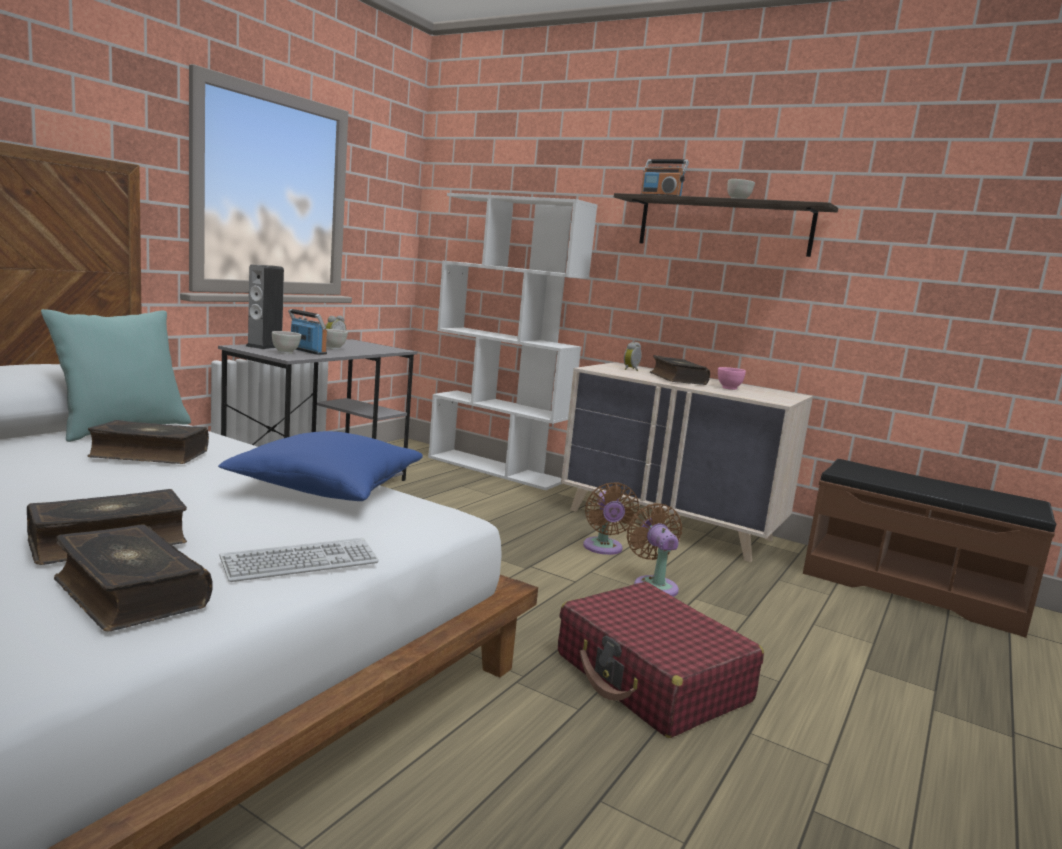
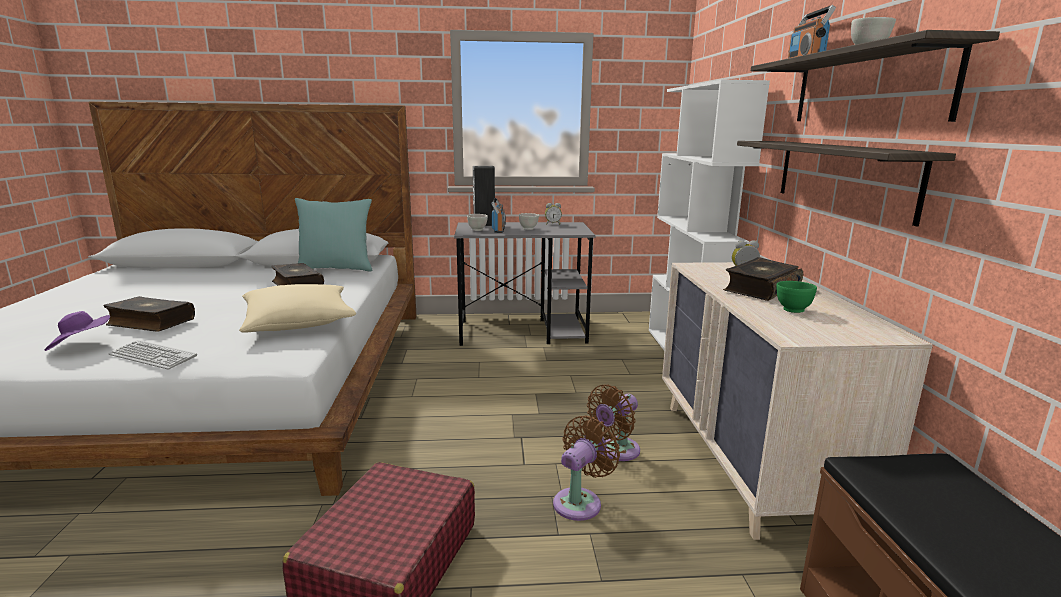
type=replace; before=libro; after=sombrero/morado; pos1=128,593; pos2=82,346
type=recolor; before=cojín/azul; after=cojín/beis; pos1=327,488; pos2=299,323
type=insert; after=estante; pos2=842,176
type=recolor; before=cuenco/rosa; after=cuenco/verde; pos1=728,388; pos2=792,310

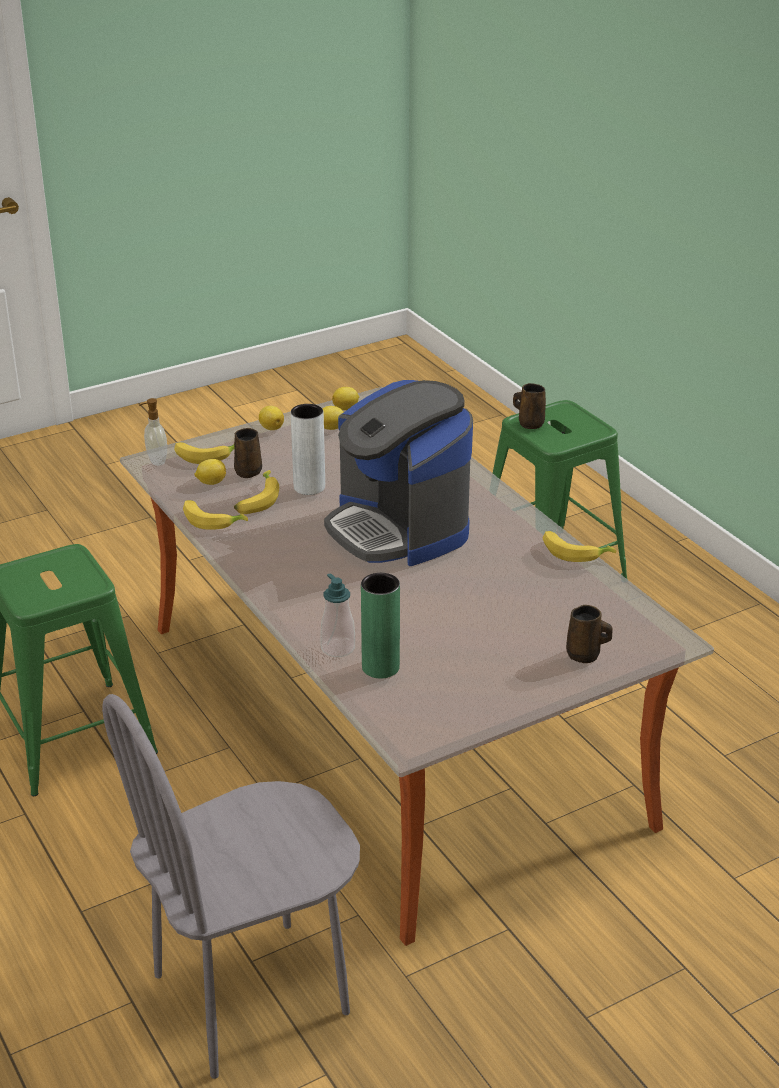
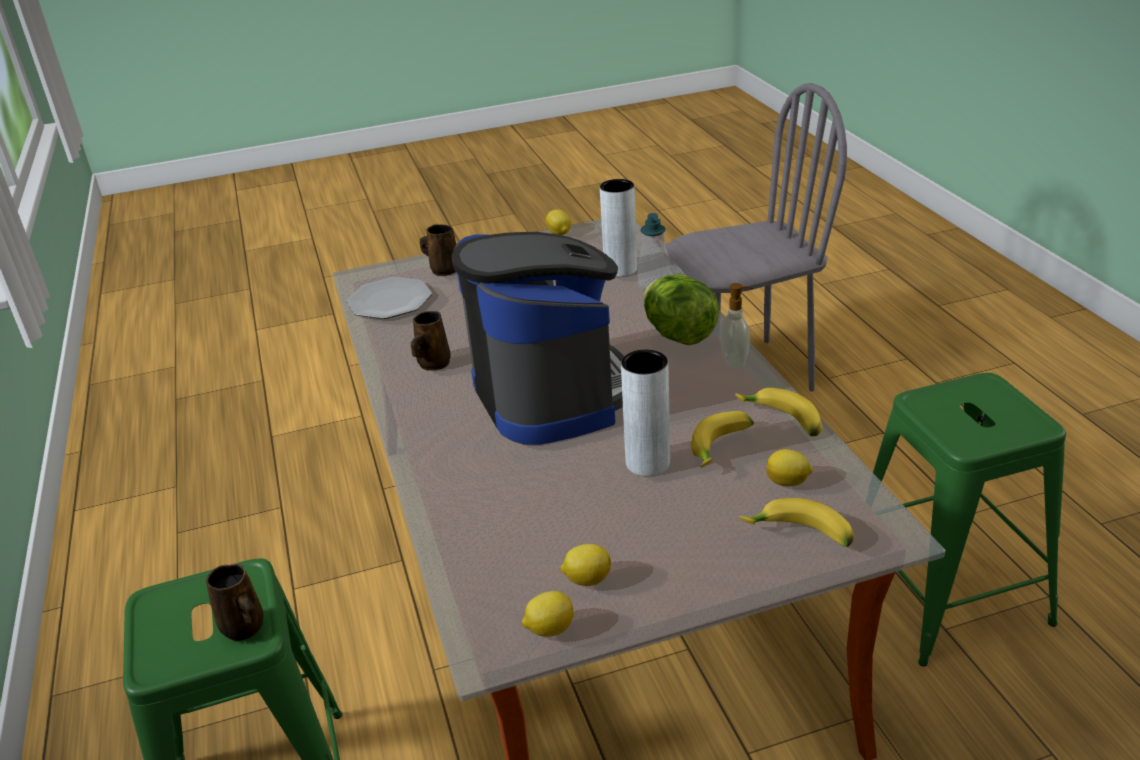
type=insert; after=plato; pos2=389,301
type=move; before=taza grande/marrón; pos1=249,471; pos2=433,364
type=move; before=limón; pos1=271,428; pos2=559,234
type=recolor; before=florero/verde; after=florero/gris; pos1=380,667; pos2=620,269
type=insert; after=lechuga; pos2=679,335
type=move; before=dispensador de jabón; pos1=156,460; pos2=735,361
type=delete; before=plátano; pos1=575,552

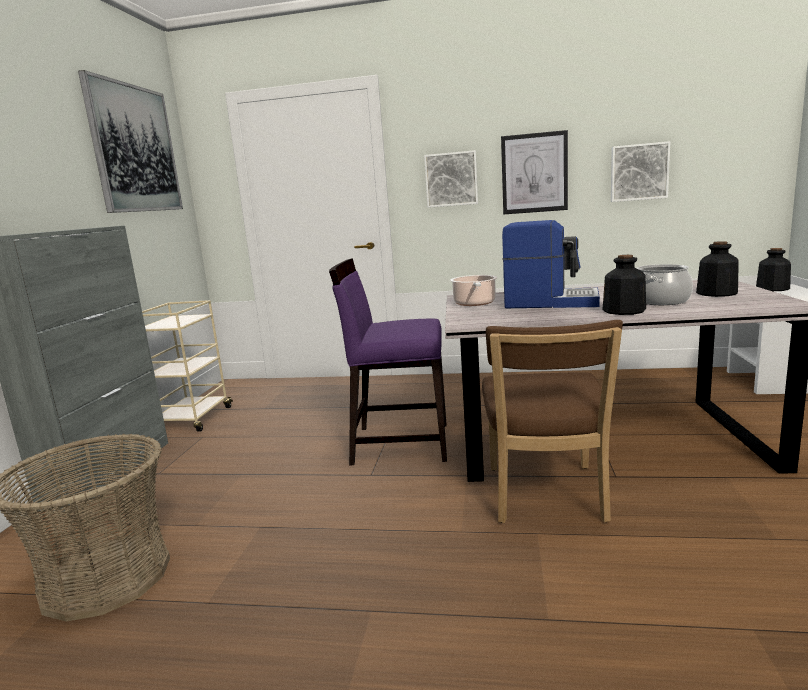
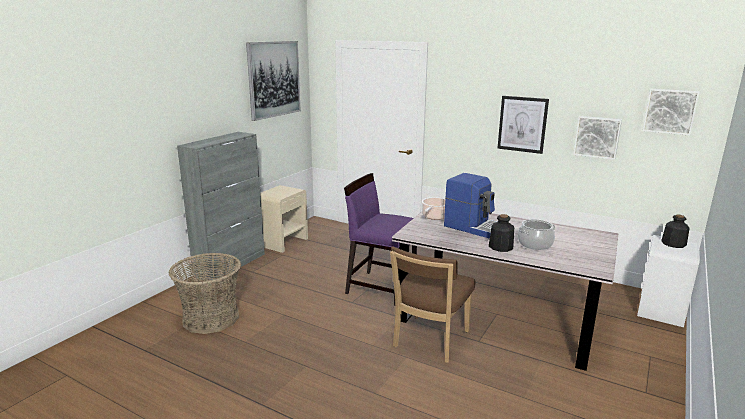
type=replace; before=carrito/beis; after=mesita de noche/beis; pos1=193,420; pos2=283,242
type=move; before=cuadro; pos1=451,179; pos2=670,111
type=delete; before=botella; pos1=716,293

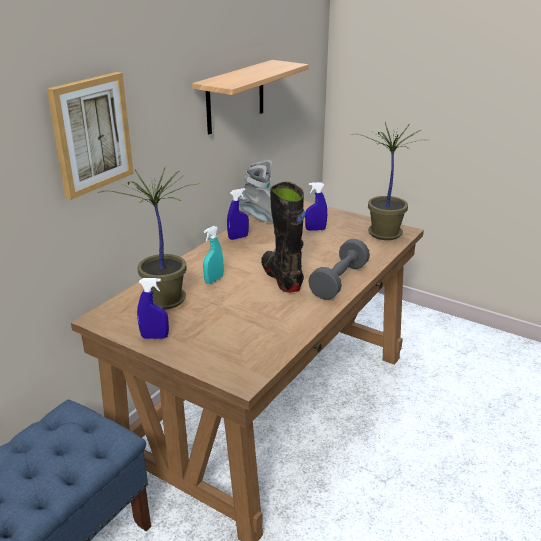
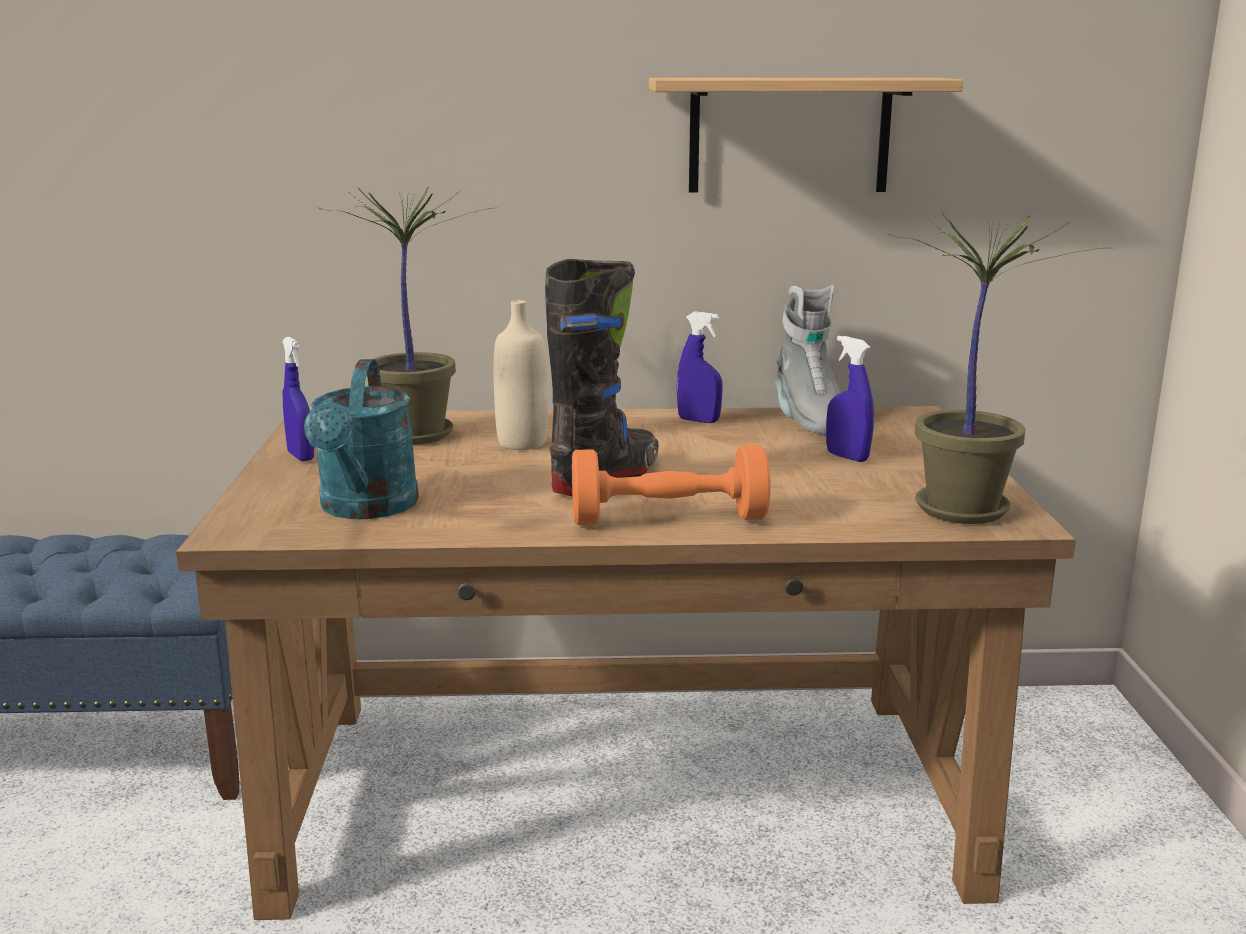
type=insert; after=regadera/turquesa; pos2=366,509
type=replace; before=pulverizador/turquesa; after=botella/beis; pos1=214,280; pos2=522,443
type=recolor; before=mancuerna/gris; after=mancuerna/naranja; pos1=339,281; pos2=668,519
type=delete; before=cuadro; pos1=91,134

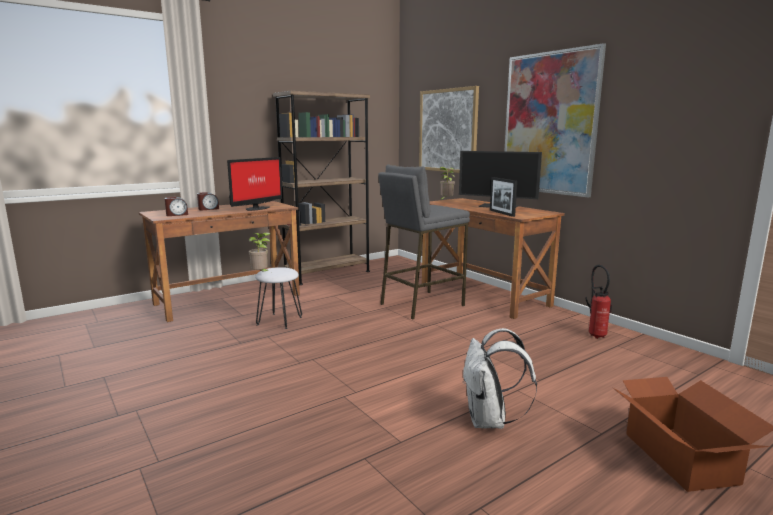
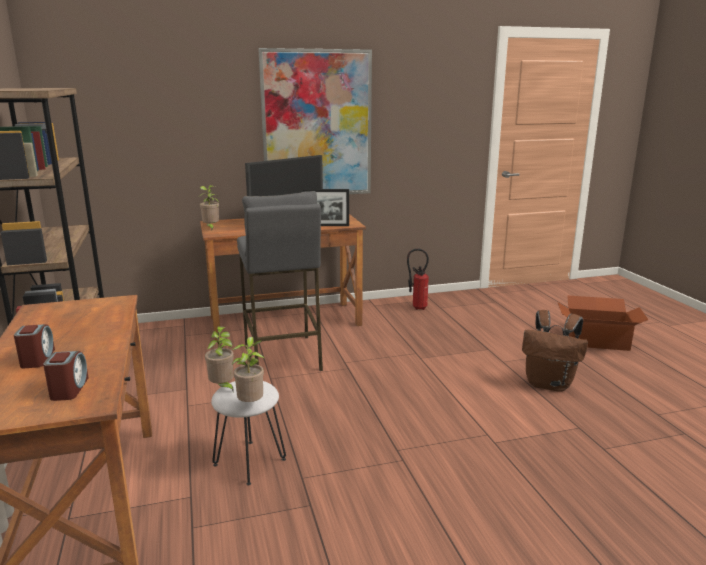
type=insert; after=planta en maceta; pos2=222,387
type=recolor; before=mochila/blanco; after=mochila/marrón; pos1=489,421; pos2=549,384
type=delete; before=monitor; pos1=256,208
type=delete; before=cuadro; pos1=448,131

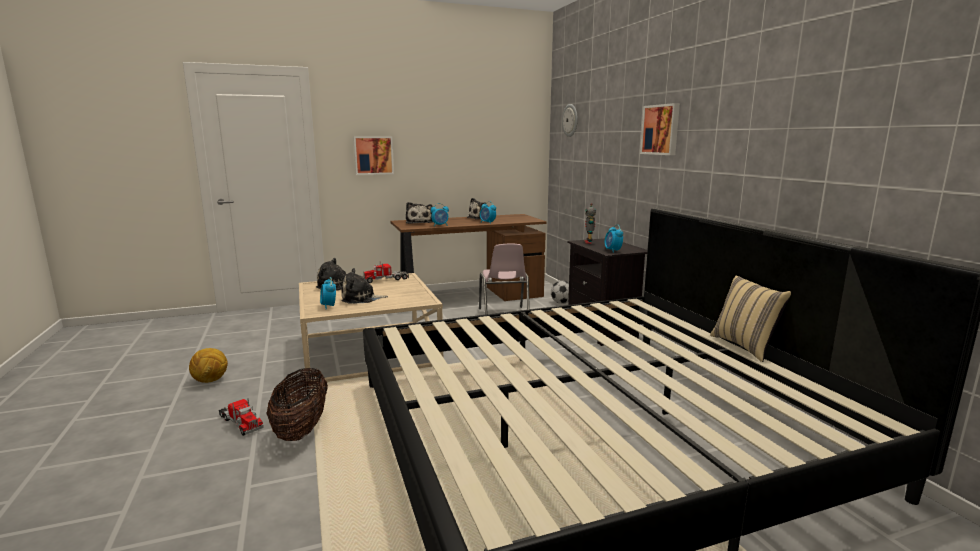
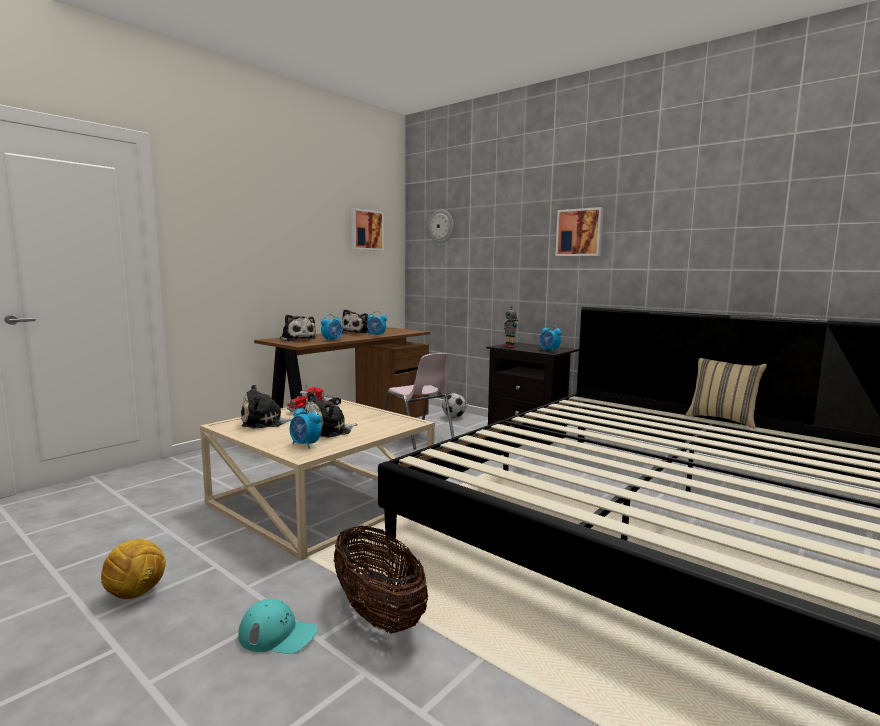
type=replace; before=camión de juguete; after=gorra/turquesa; pos1=240,422; pos2=278,634
type=move; before=cuadro; pos1=373,155; pos2=366,230

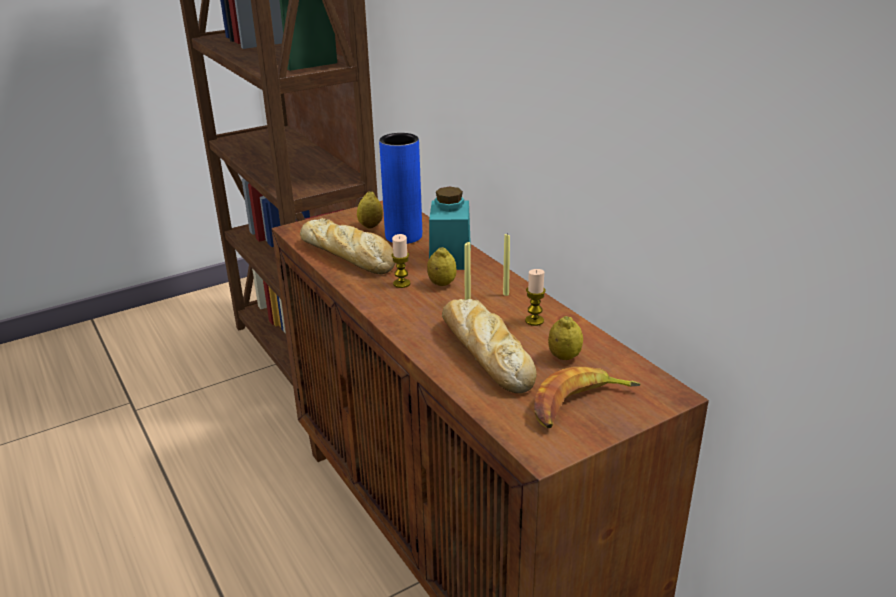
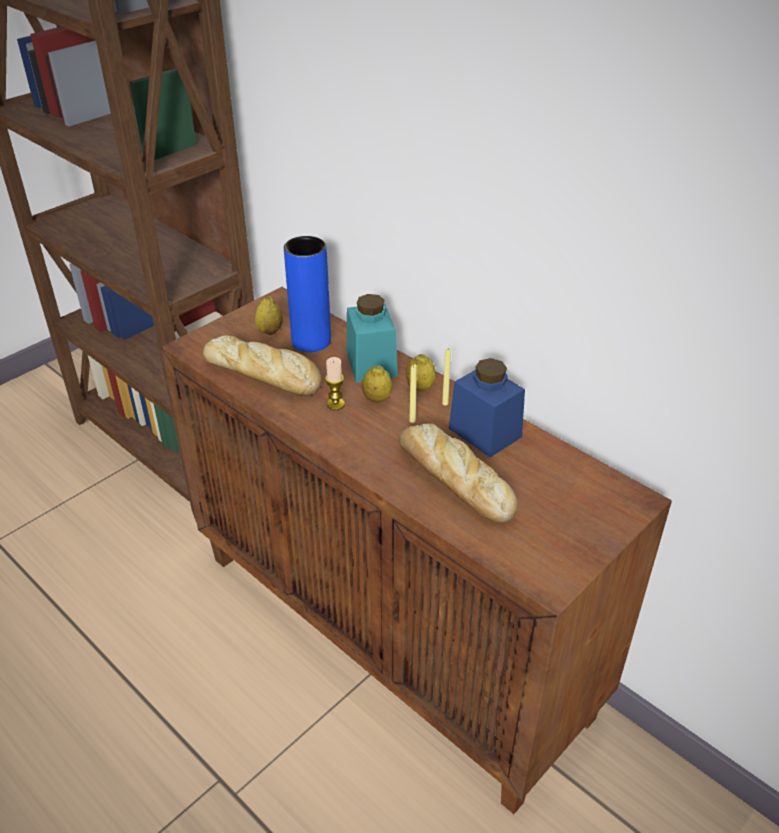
type=move; before=limón; pos1=564,356; pos2=420,387
type=replace; before=vela; after=tarro/azul; pos1=534,320; pos2=485,432
type=delete; before=plátano; pos1=579,405

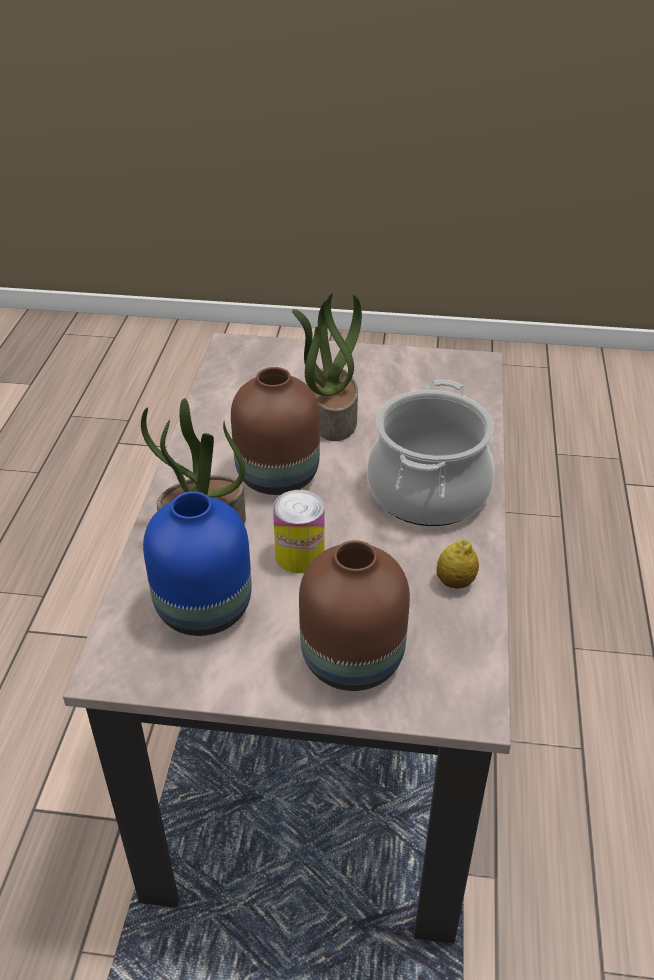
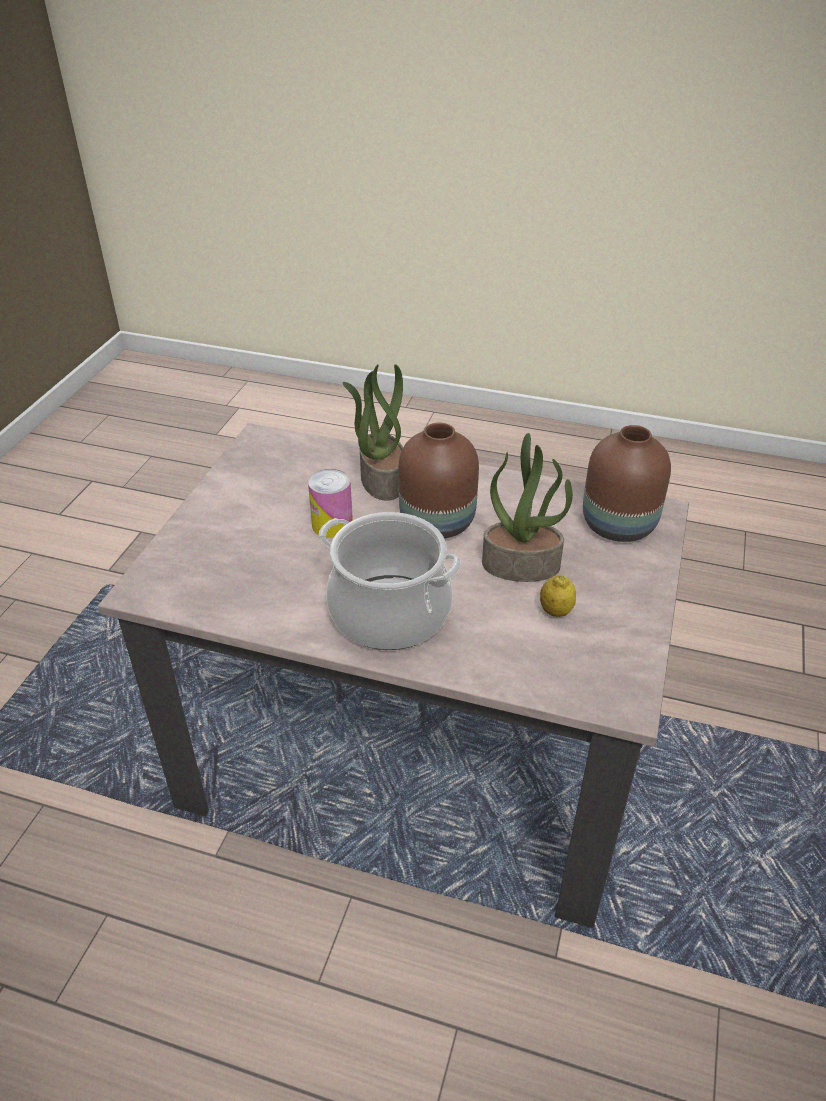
type=move; before=limón; pos1=455,582; pos2=555,611
type=move; before=florero/marrón; pos1=355,660; pos2=617,526
type=delete; before=florero/azul; pos1=203,610

